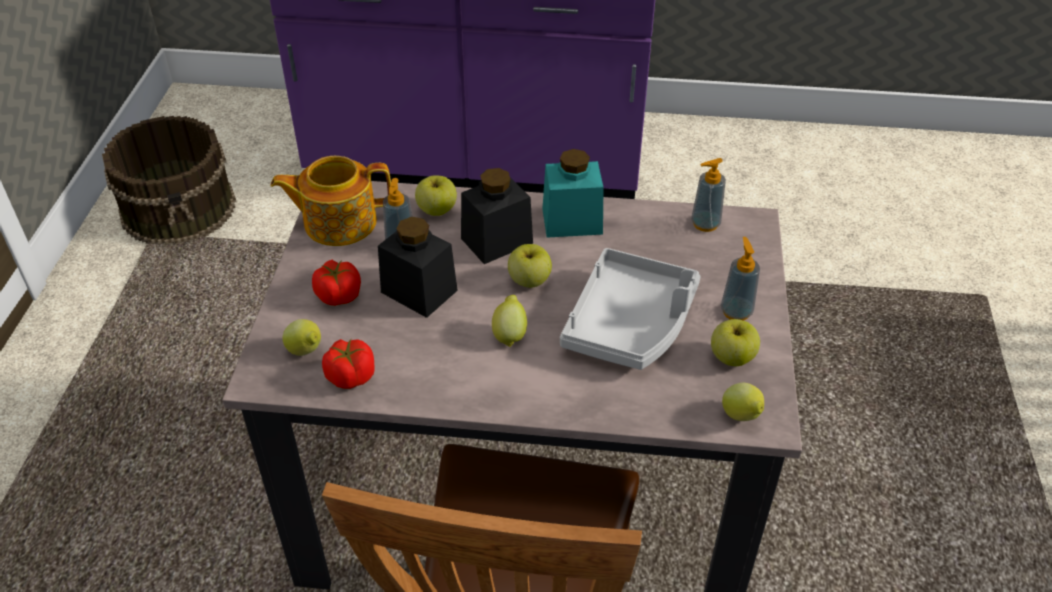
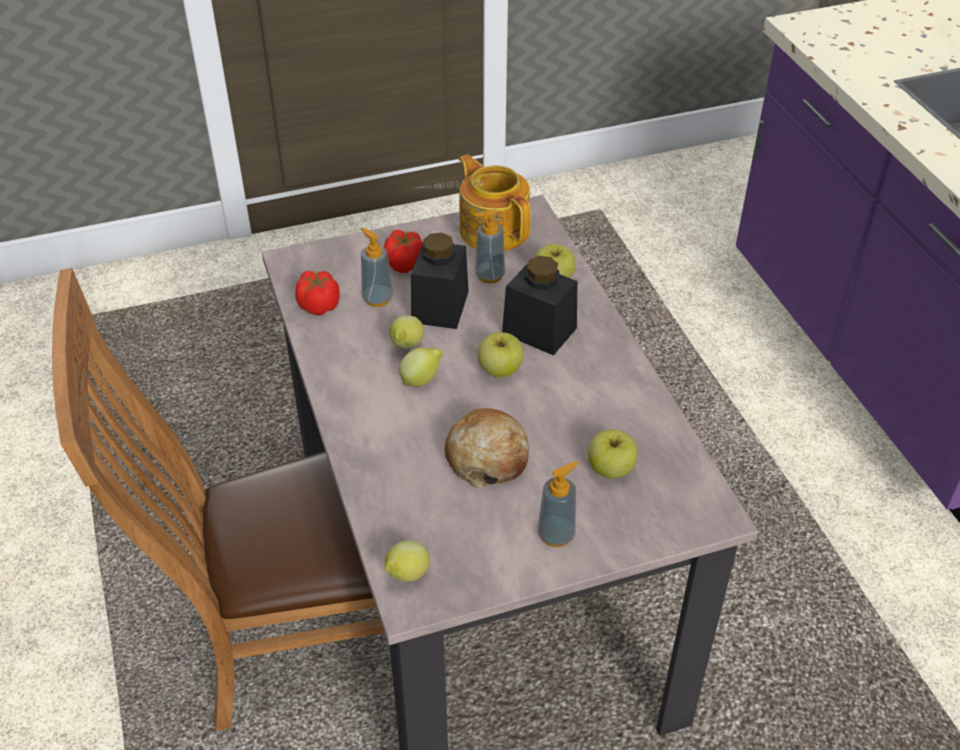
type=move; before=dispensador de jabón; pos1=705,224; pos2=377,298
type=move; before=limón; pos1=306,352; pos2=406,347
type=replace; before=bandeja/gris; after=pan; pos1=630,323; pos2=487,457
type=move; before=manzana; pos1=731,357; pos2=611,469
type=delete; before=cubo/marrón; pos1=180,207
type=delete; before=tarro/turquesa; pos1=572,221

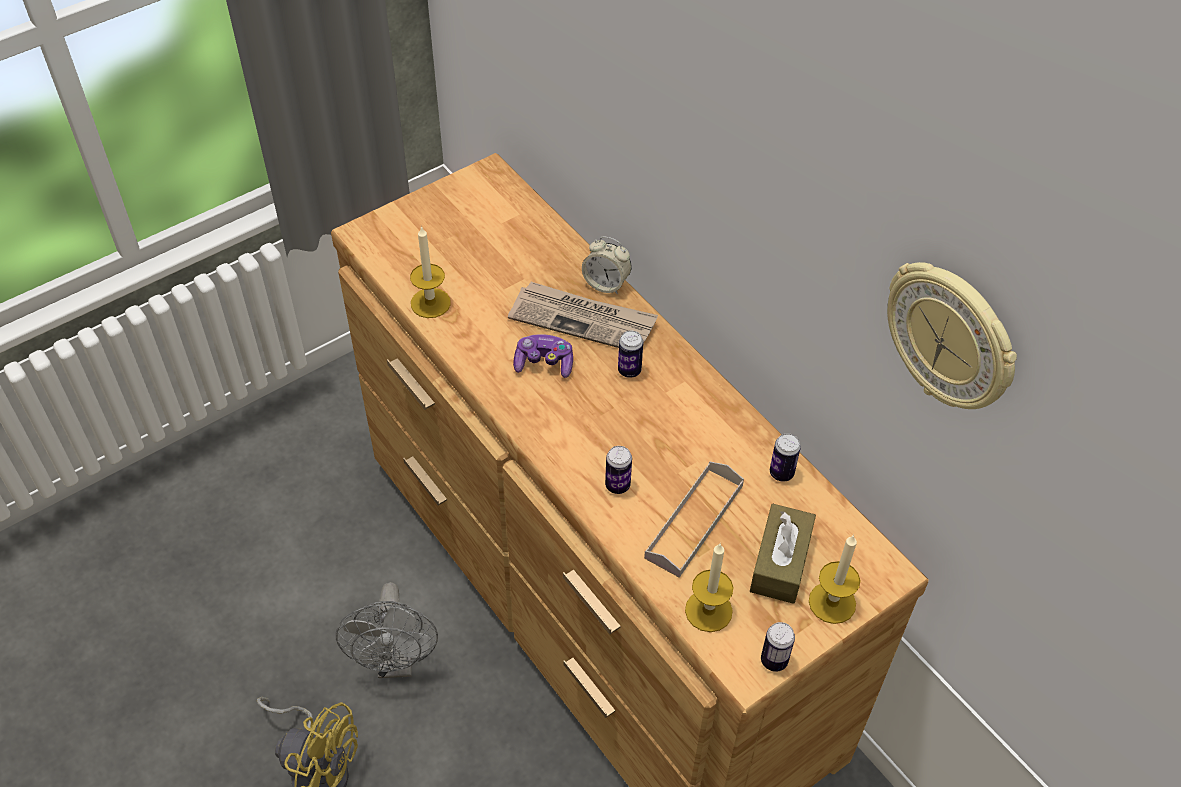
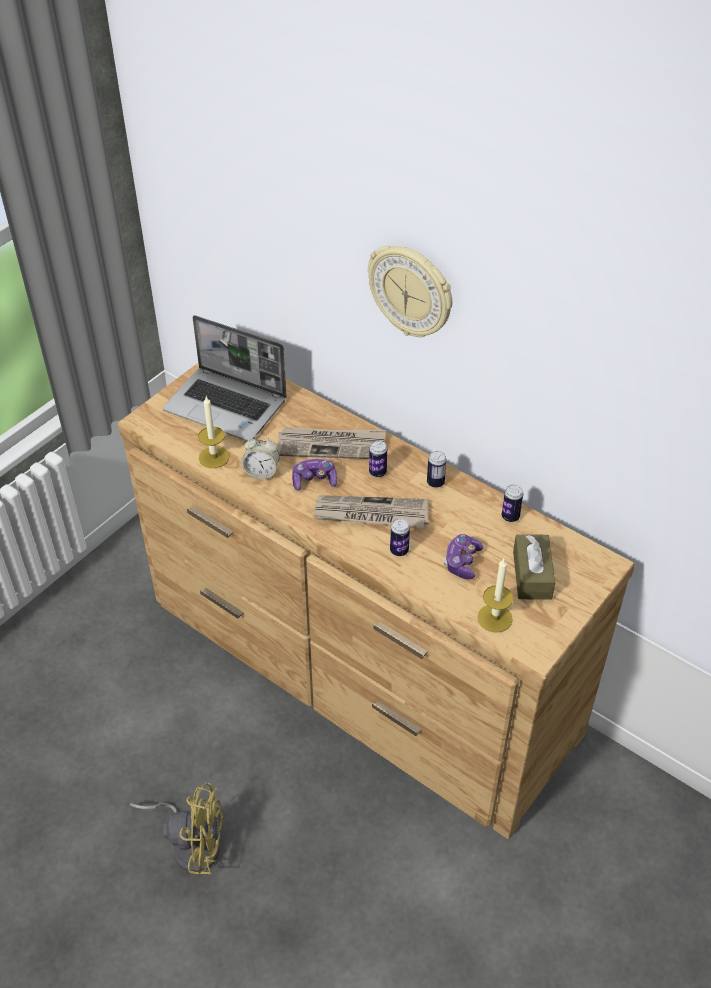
type=insert; after=portátil; pos2=227,406
type=move; before=despertador; pos1=606,284; pos2=261,472
type=insert; after=periódico; pos2=371,514
type=move; before=reloj de pared; pos1=951,338; pos2=411,291
type=move; before=lata; pos1=774,660; pos2=435,483
type=replace; before=bandeja/gris; after=mando de consola; pos1=694,521; pos2=462,562
type=delete; before=ventilador/gris; pos1=396,662
type=delete; before=vela; pos1=832,602

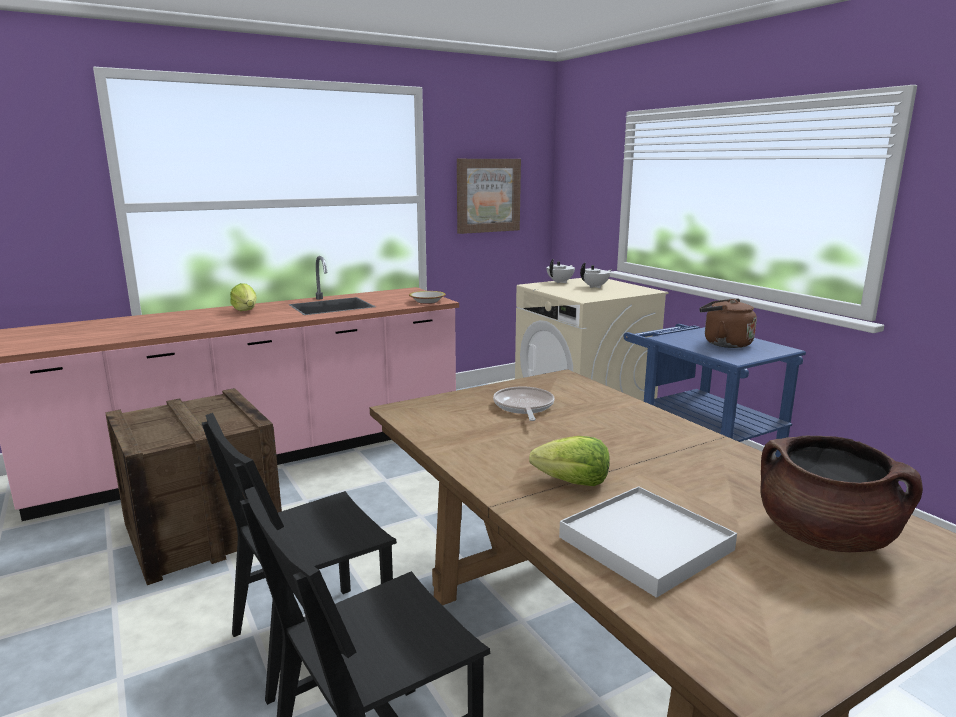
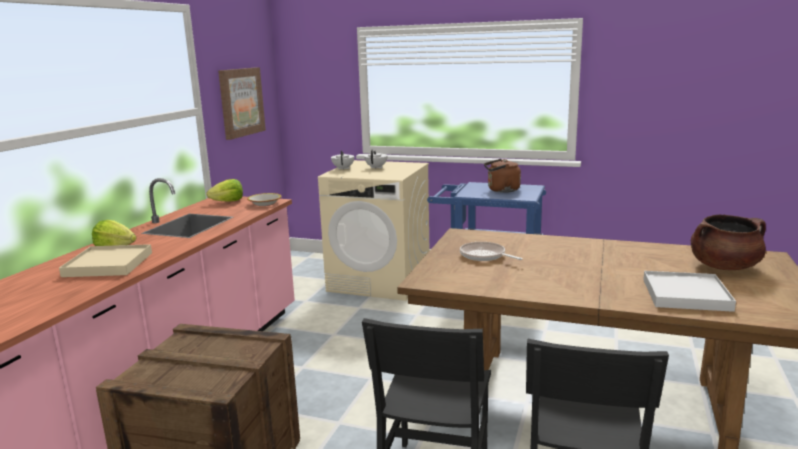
type=insert; after=bandeja/beis; pos2=108,264
type=move; before=lechuga; pos1=572,482; pos2=228,201

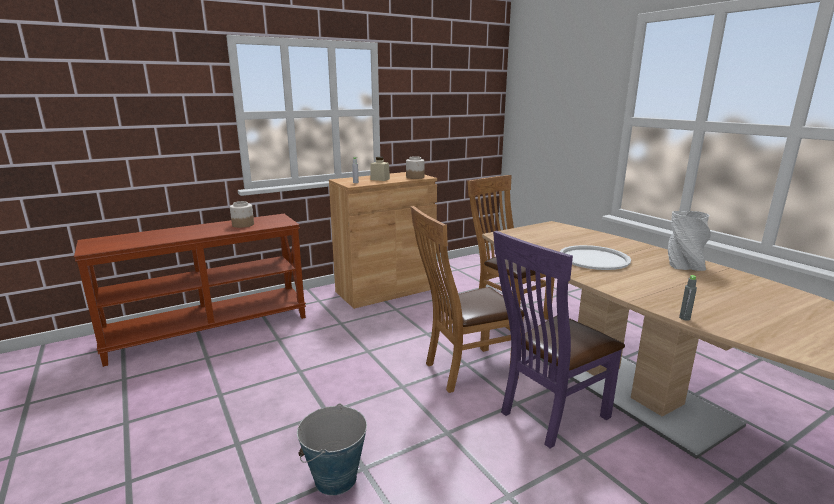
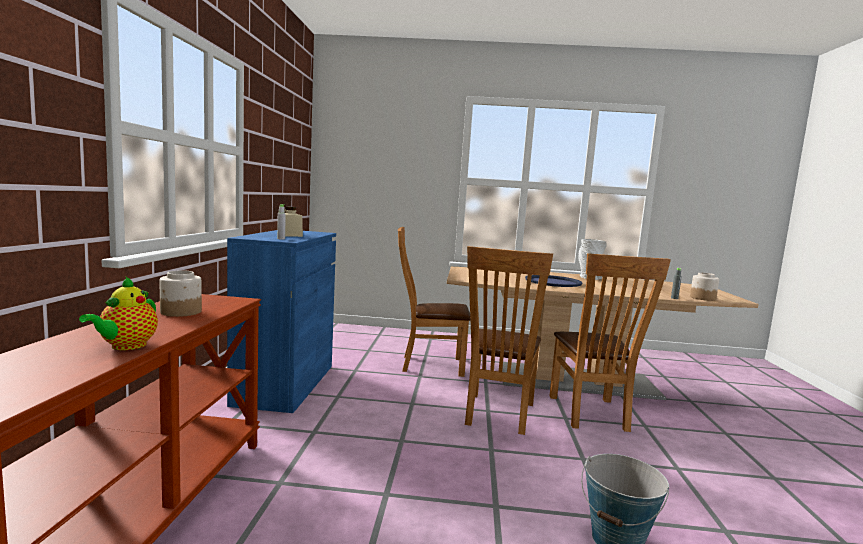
type=insert; after=tetera; pos2=126,346
type=recolor; before=armario/marrón; after=armario/azul; pos1=385,290; pos2=285,384
type=recolor; before=bandeja/blanco; after=bandeja/azul; pos1=594,258; pos2=553,282
type=recolor; before=silla/morado; after=silla/marrón; pos1=548,415; pos2=590,415
type=move; before=tarro; pos1=415,177; pos2=702,298

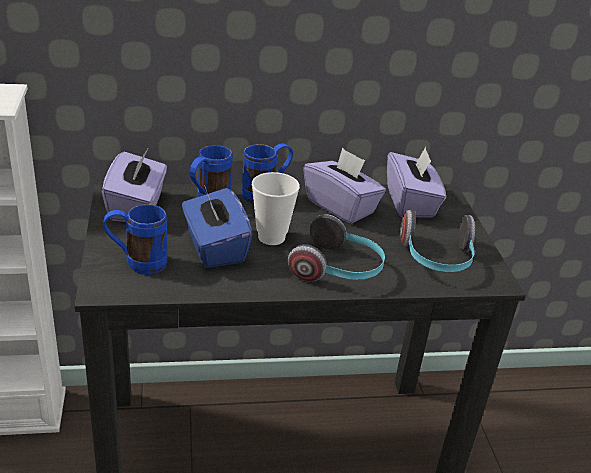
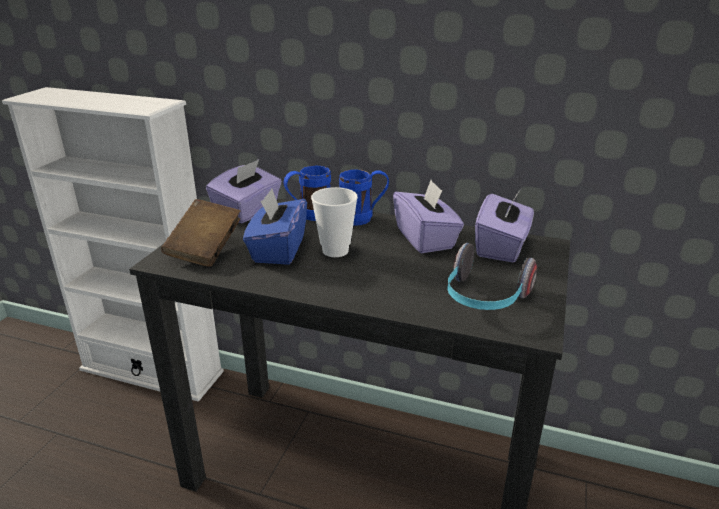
type=replace; before=taza grande/azul; after=libro/marrón; pos1=137,264; pos2=205,249
type=delete; before=auriculares; pos1=338,269

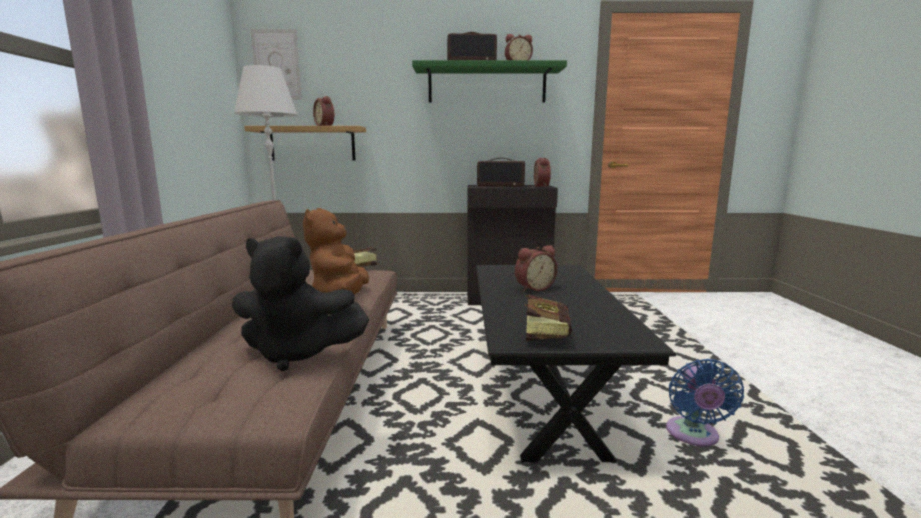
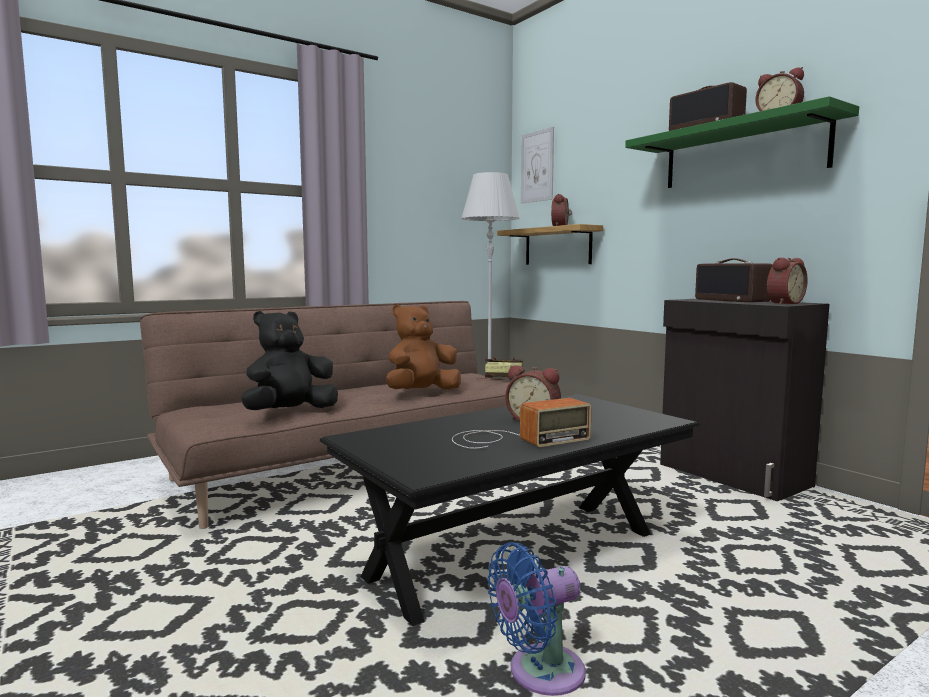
type=rotate; before=peluche/negro; pos1=298,354; pos2=290,412; turn=75
type=insert; after=radio; pos2=514,439
type=delete; before=libro; pos1=546,334

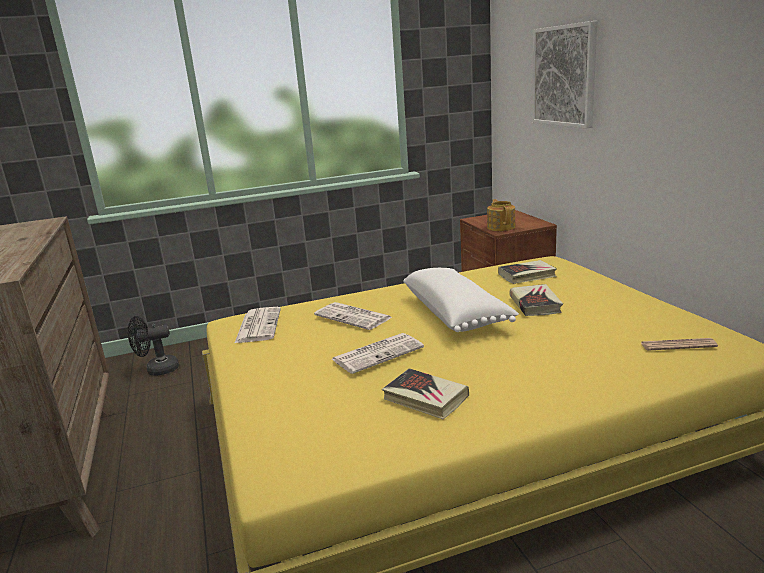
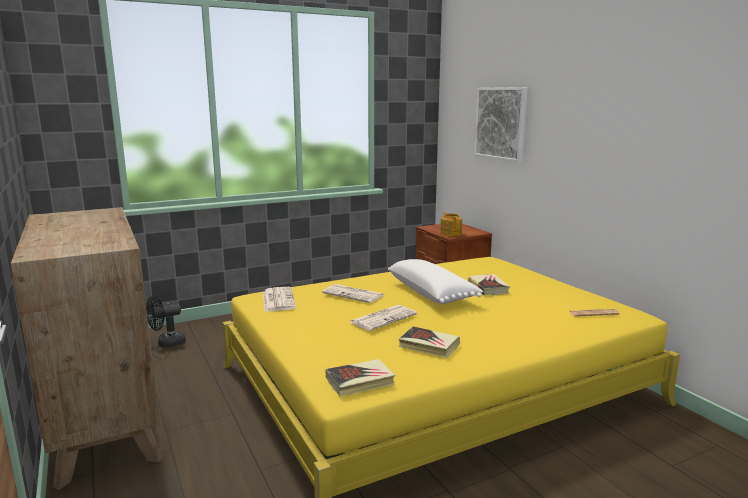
type=move; before=libro; pos1=527,275; pos2=360,381

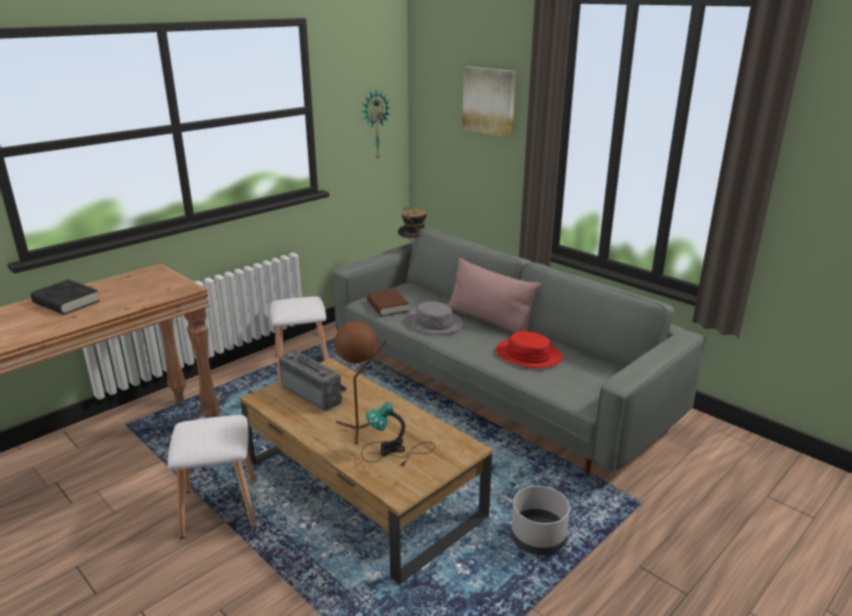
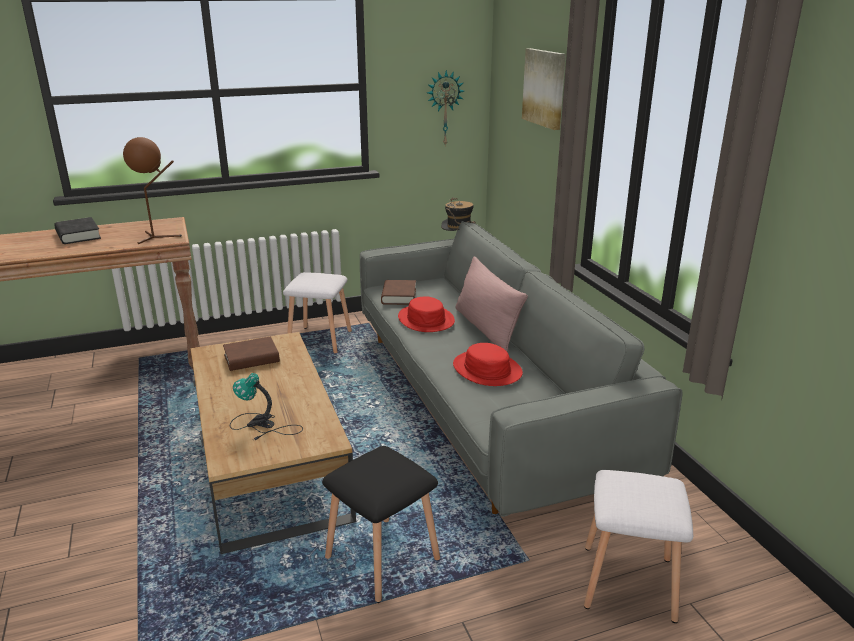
type=move; before=lámpara de mesa/marrón; pos1=361,427; pos2=157,237
type=replace; before=radio; after=libro/marrón; pos1=314,393; pos2=251,358
type=replace; before=maceta/gris; after=taburete/negro; pos1=538,538; pos2=384,558
type=recolor; before=sombrero/gris; after=sombrero/rojo; pos1=434,322; pos2=426,319
type=move; before=taburete/blanco; pos1=221,507; pos2=630,582

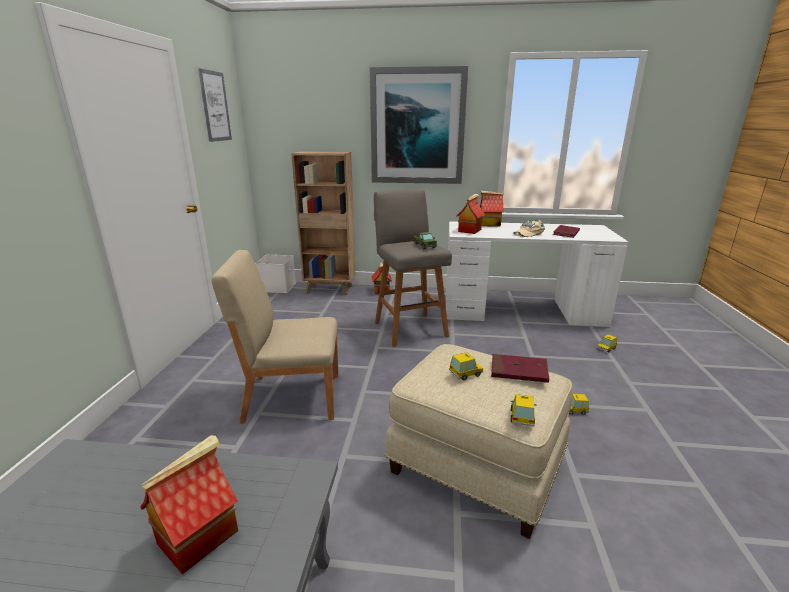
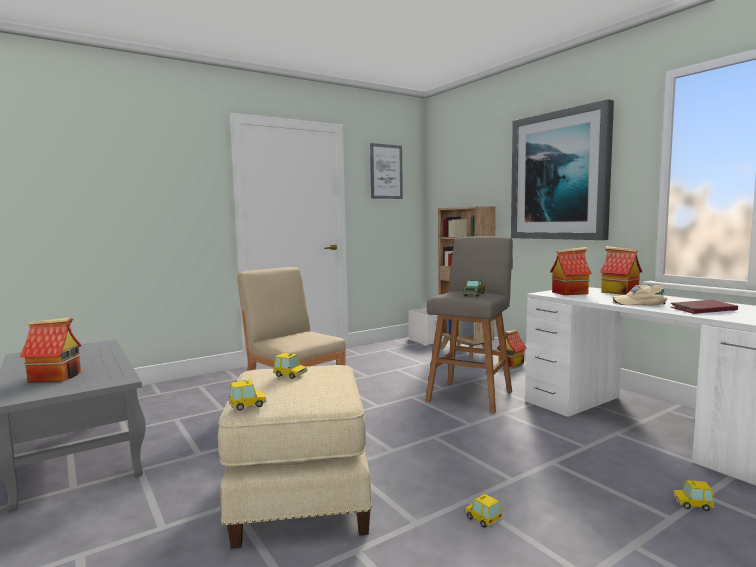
type=delete; before=libro/rojo; pos1=518,371

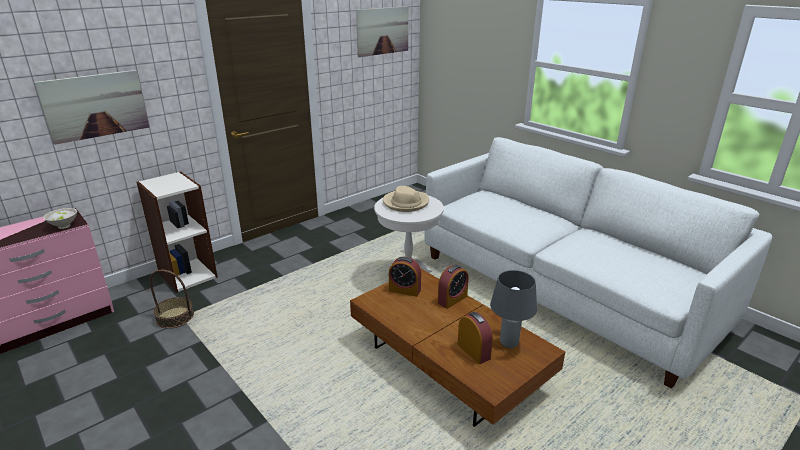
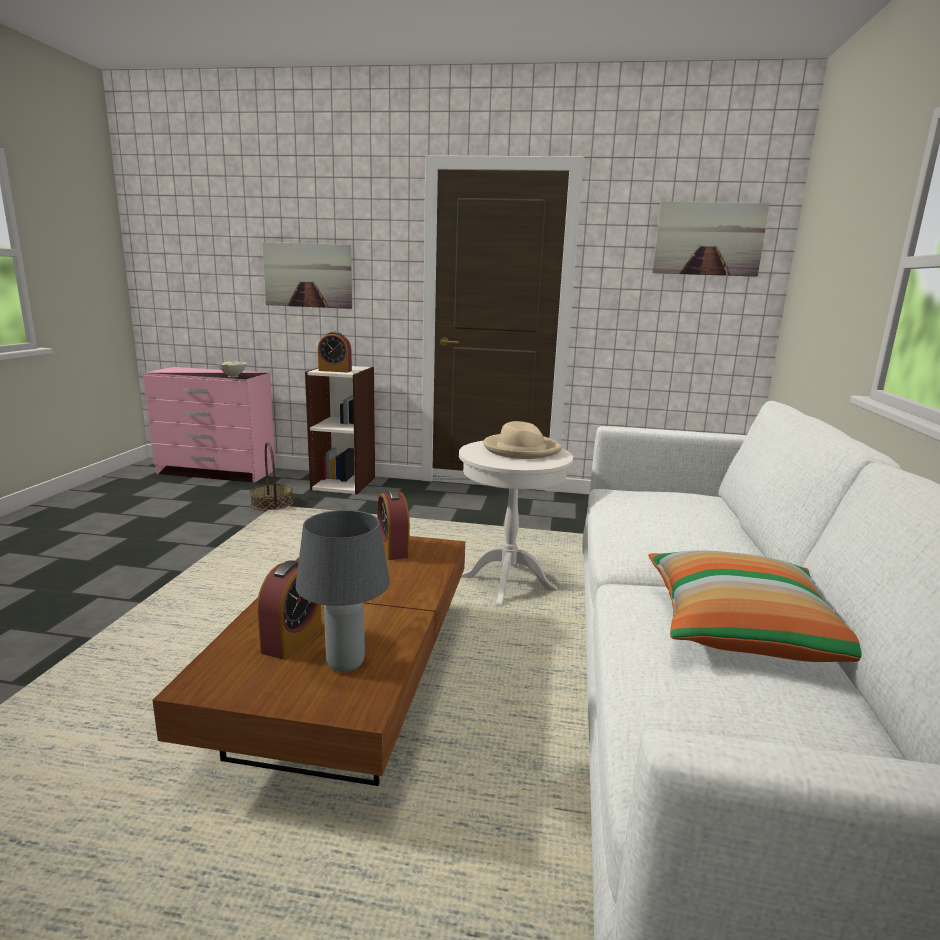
type=move; before=despertador; pos1=452,299; pos2=335,370
type=insert; after=cojín; pos2=743,630

